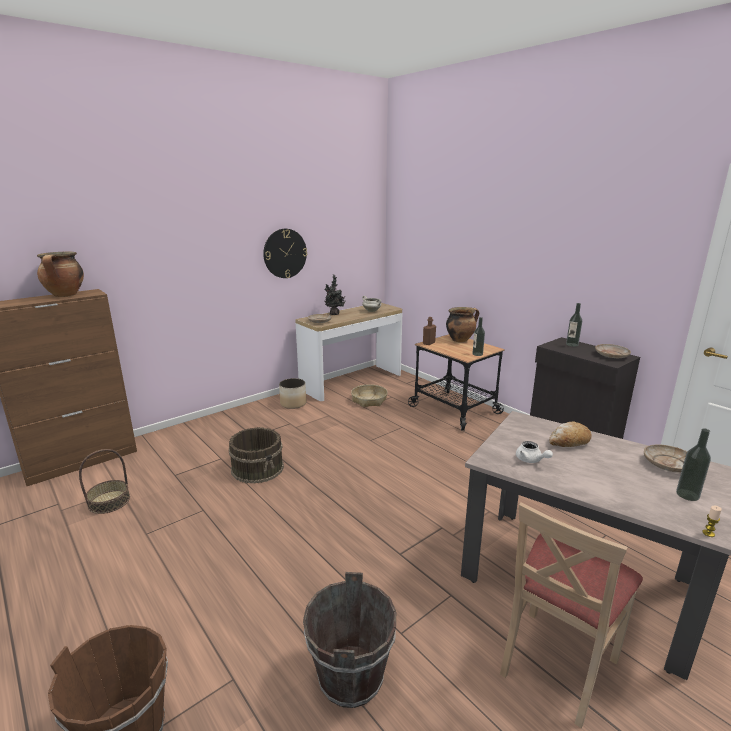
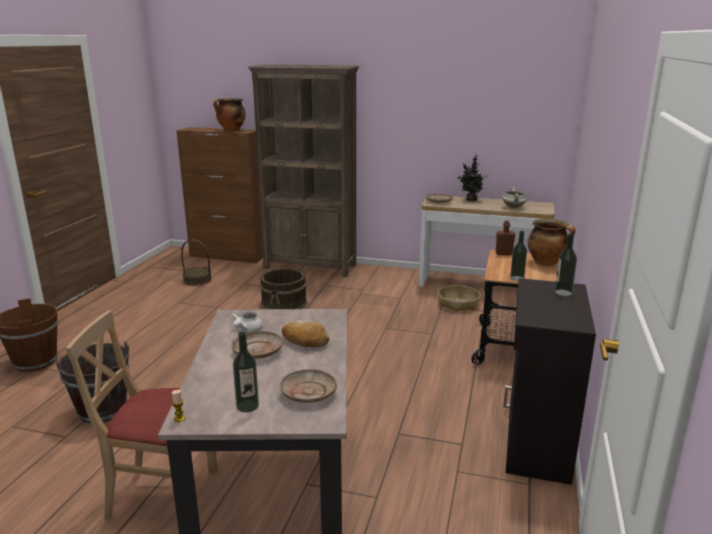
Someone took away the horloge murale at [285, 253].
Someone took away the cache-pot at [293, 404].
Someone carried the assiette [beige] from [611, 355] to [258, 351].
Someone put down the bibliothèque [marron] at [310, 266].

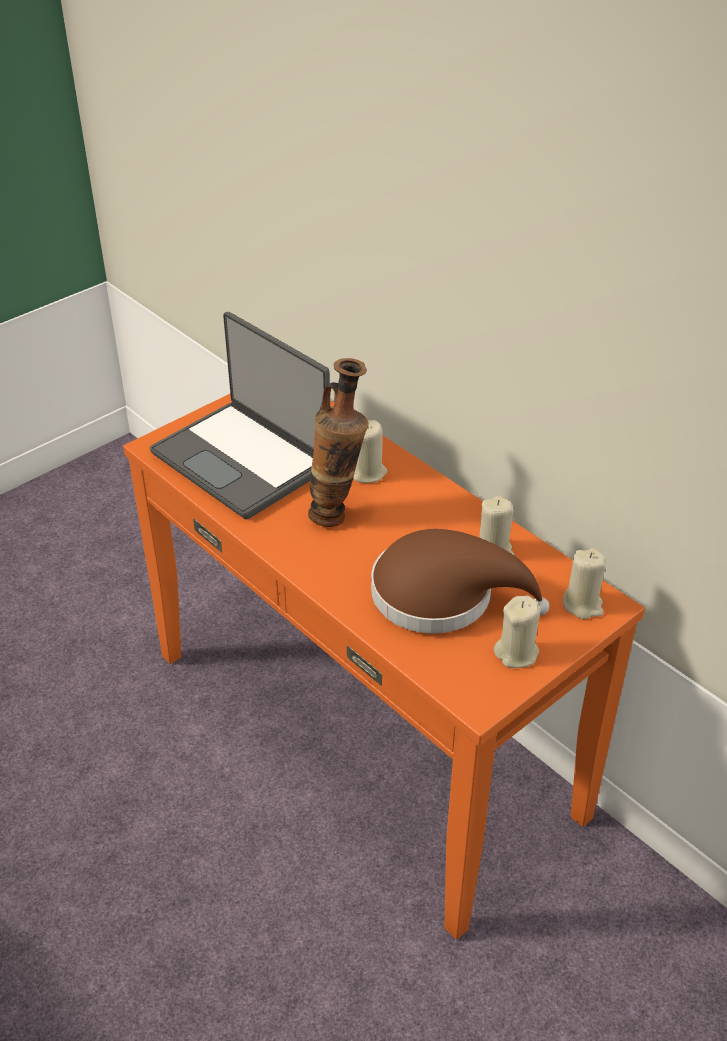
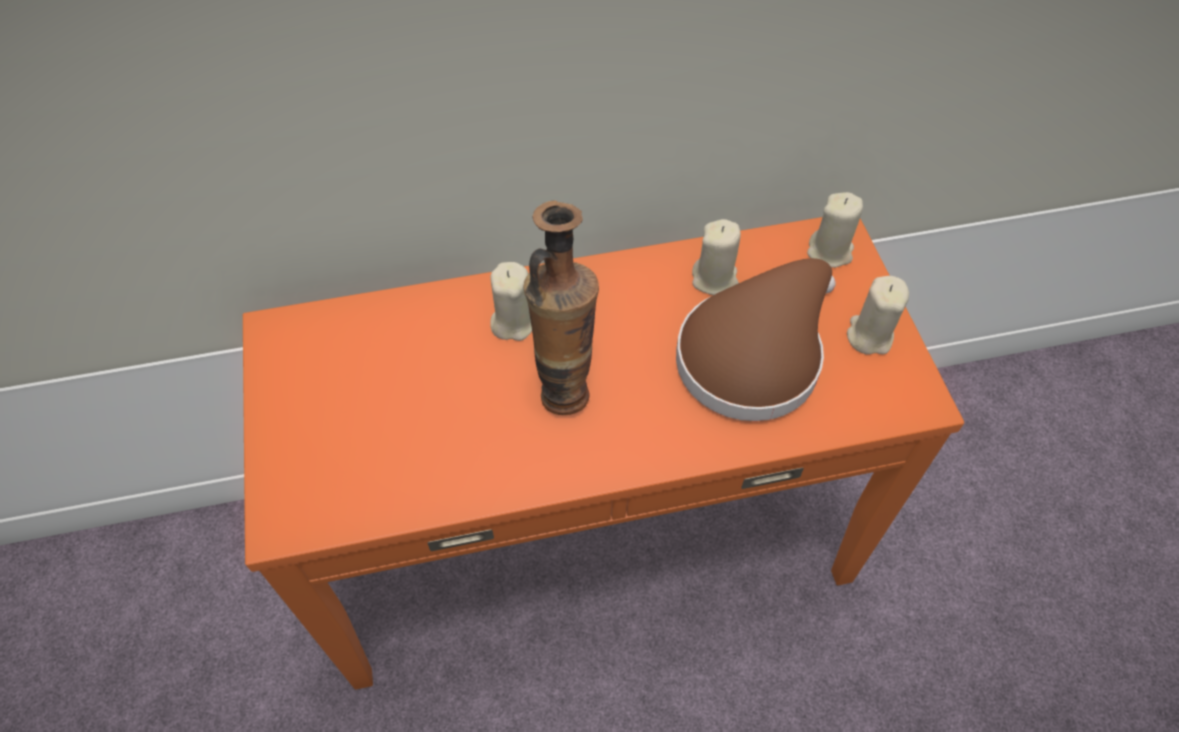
Someone took away the ordinateur portable at [243, 459].

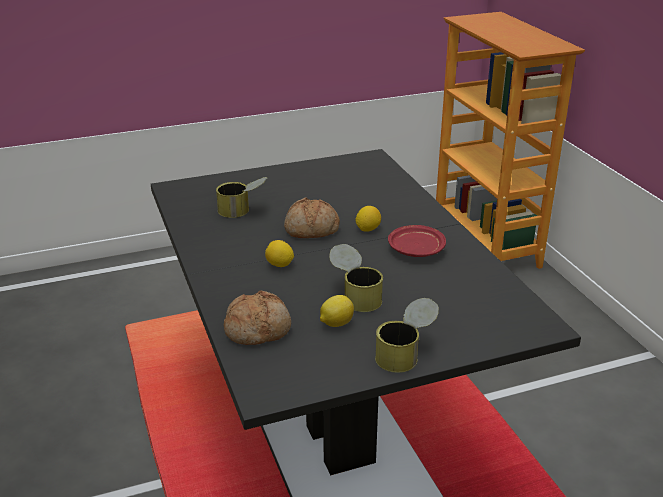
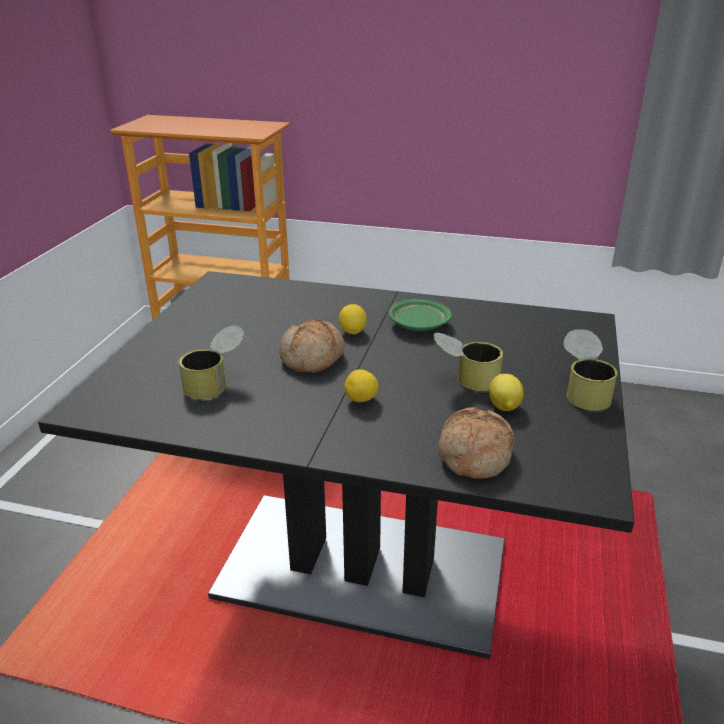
Someone repainted the assiette [rouge] at [416, 250], which became the assiette [vert] at [418, 324].

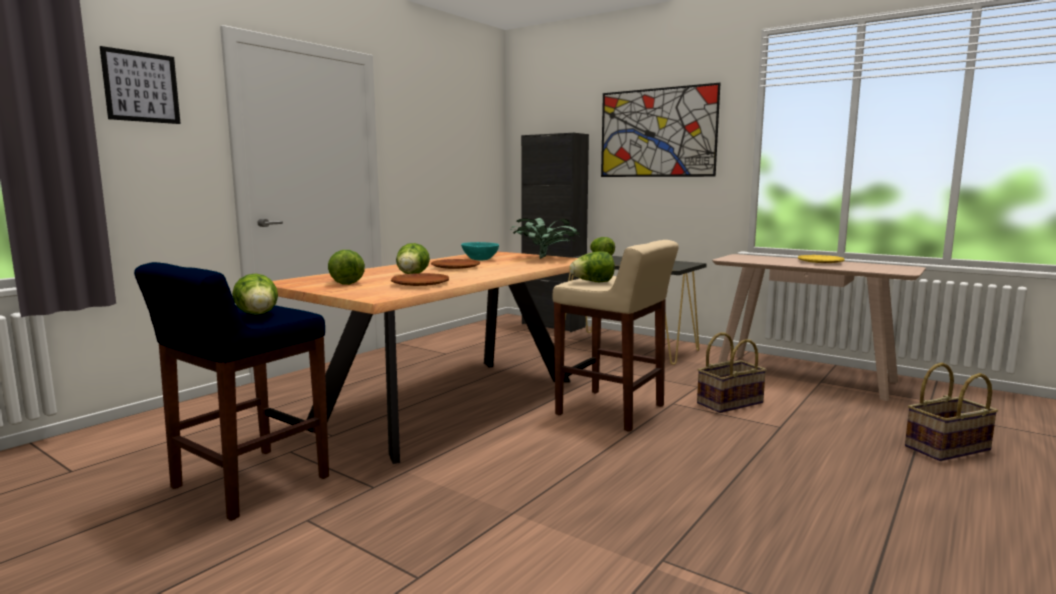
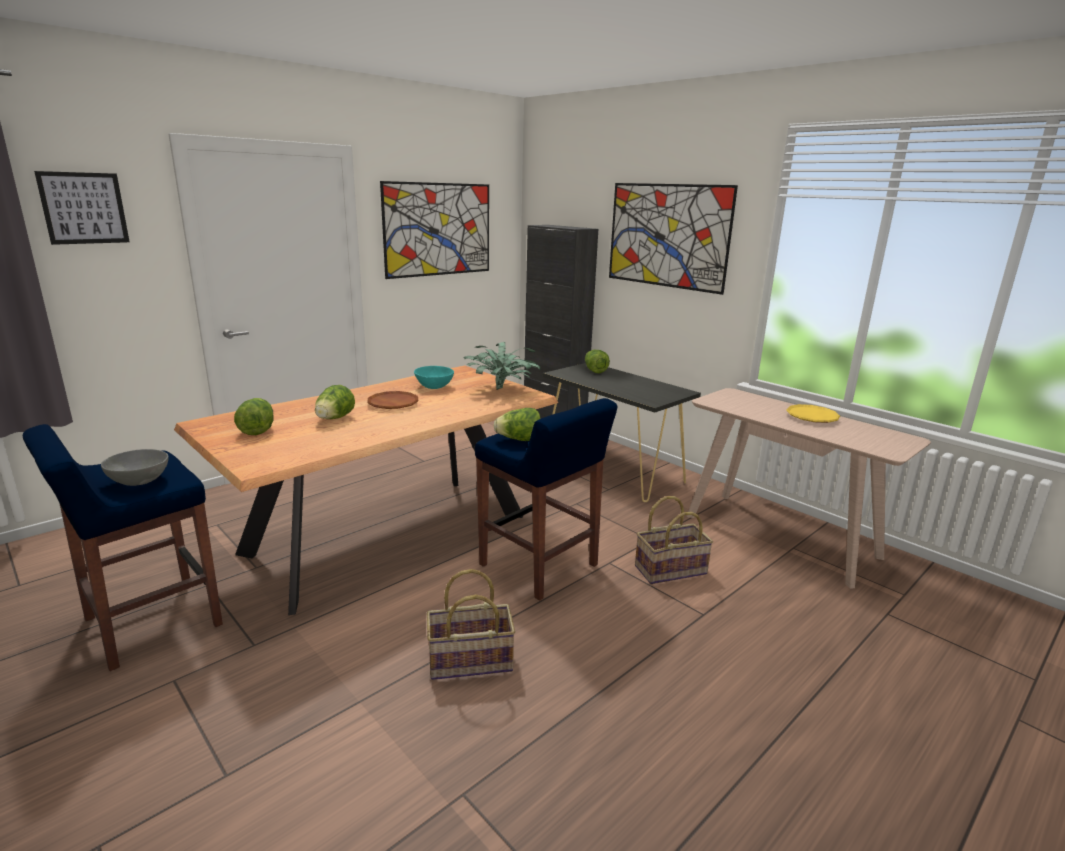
Someone swapped the laitue at [258, 315] for the bol [gris] at [139, 481].
Someone took away the assiette [marron] at [420, 284].
Someone repainted the tabouret [beige] at [612, 411], which became the tabouret [bleu] at [540, 566].
Someone carried the panier from [948, 449] to [470, 662].
Someone put up the tableau at [438, 229].

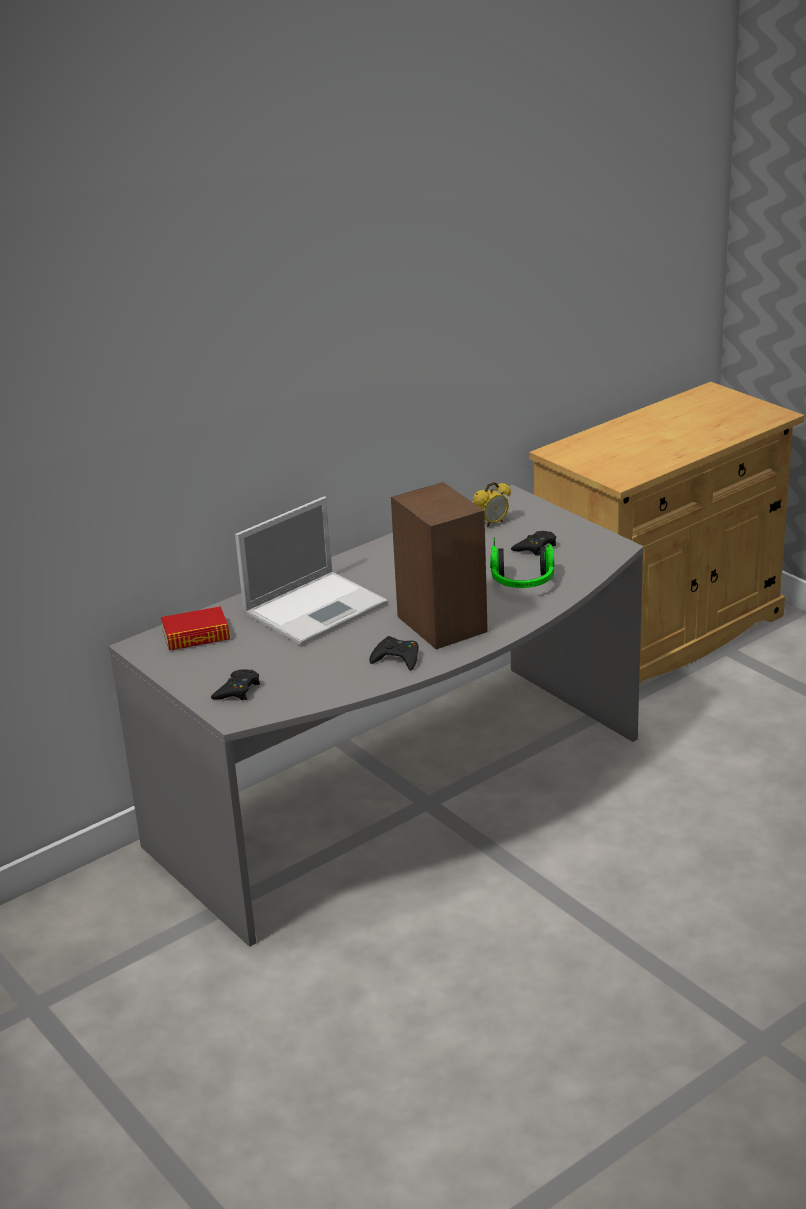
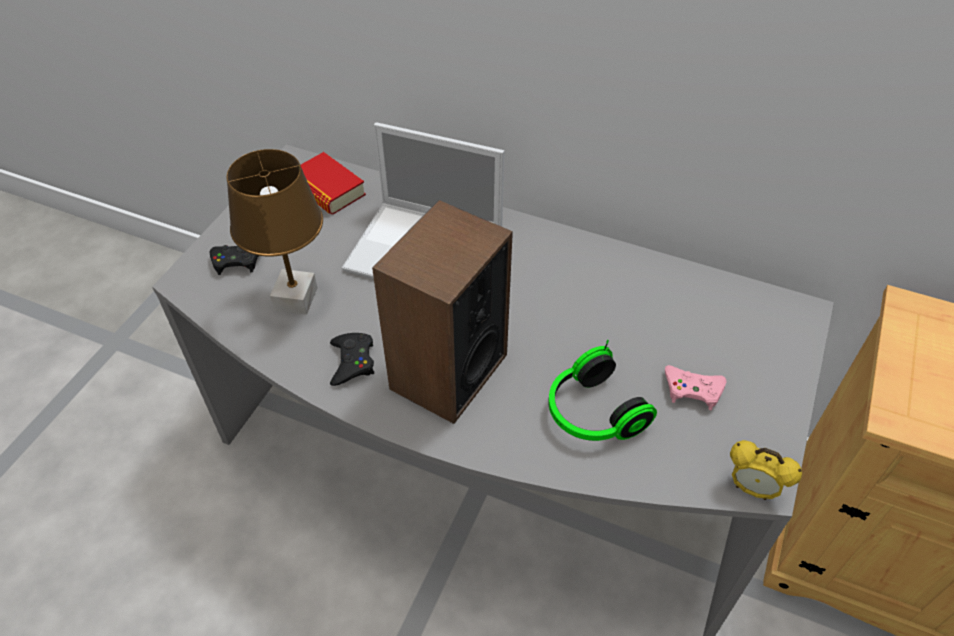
Someone carried the réveil from [492, 523] to [752, 488].
Someone repainted the manette [noir] at [535, 547], which became the manette [rose] at [692, 390].
Someone put down the lampe de table [marron] at [295, 298].

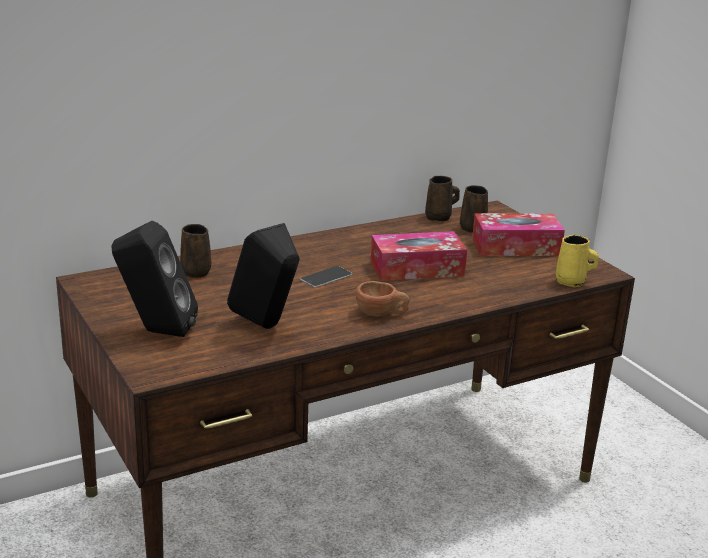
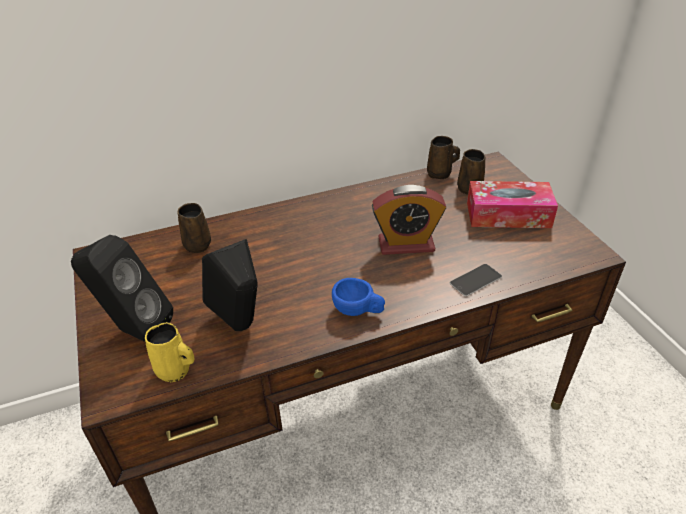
Someone carried the téléphone from [326, 277] to [475, 280].
Someone repainted the tasse [marron] at [381, 314], which became the tasse [bleu] at [358, 310].
Someone swapped the boîte à mouchoirs at [417, 269] for the réveil at [406, 244].
Someone carried the mug [jaune] from [572, 282] to [175, 371].

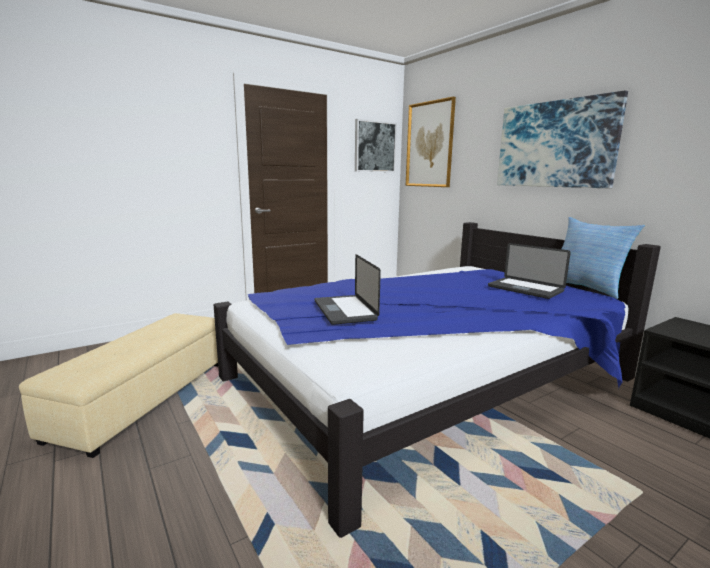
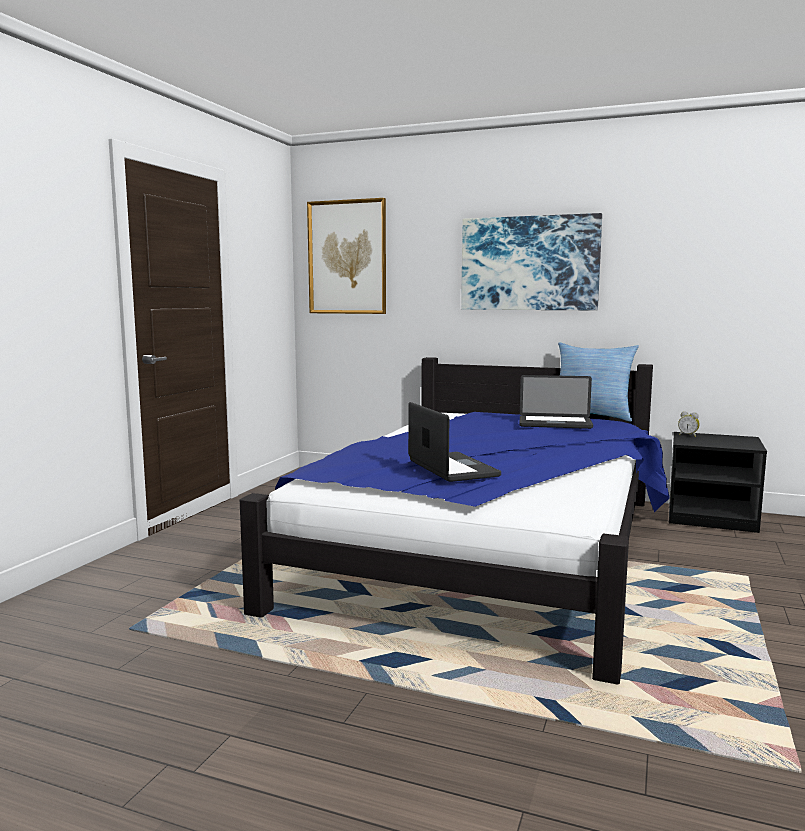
Someone took away the pouf [beige] at [146, 398].
Someone rotated the ordinateur portable at [344, 310] by 150 degrees counterclockwise.
Someone took away the tableau at [375, 146].
Someone put down the réveil at [688, 435].

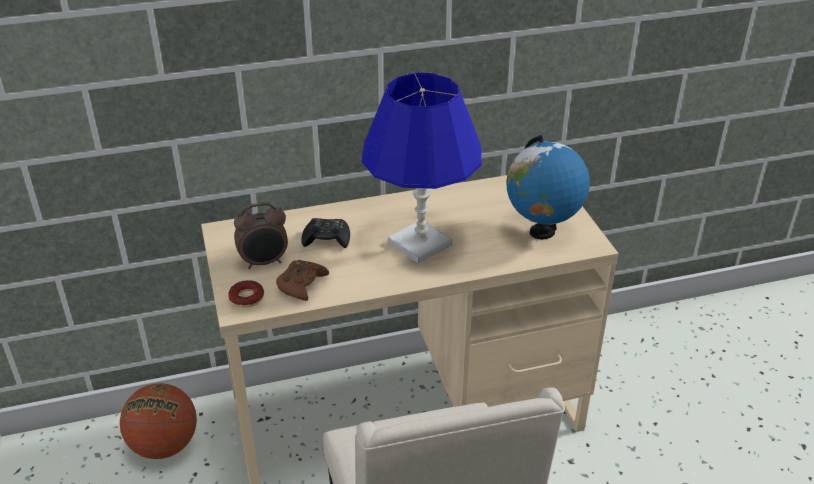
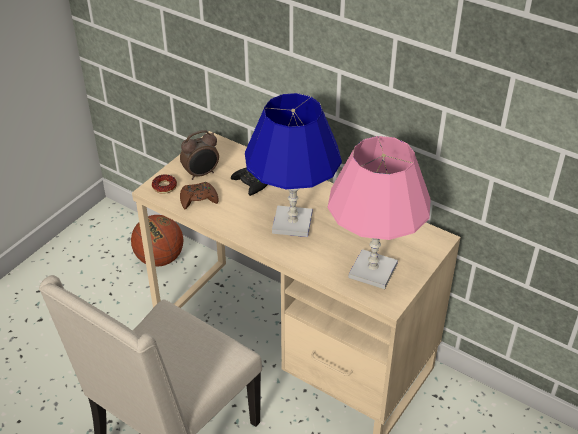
Someone rotated the réveil at [264, 262] by 60 degrees counterclockwise.
Someone swapped the globe at [541, 232] for the lampe de table [rose] at [373, 270].

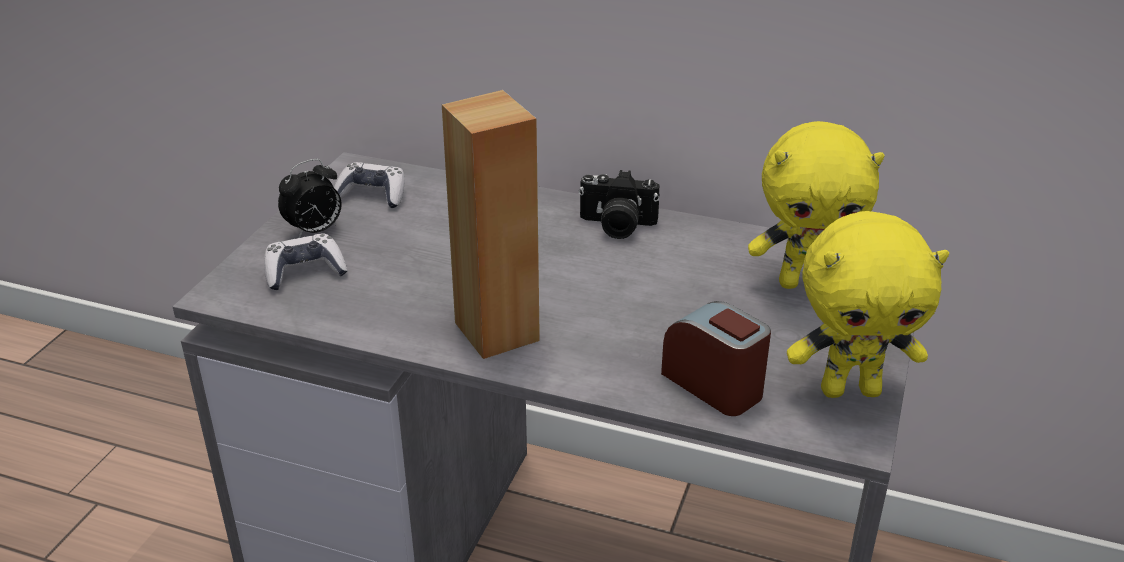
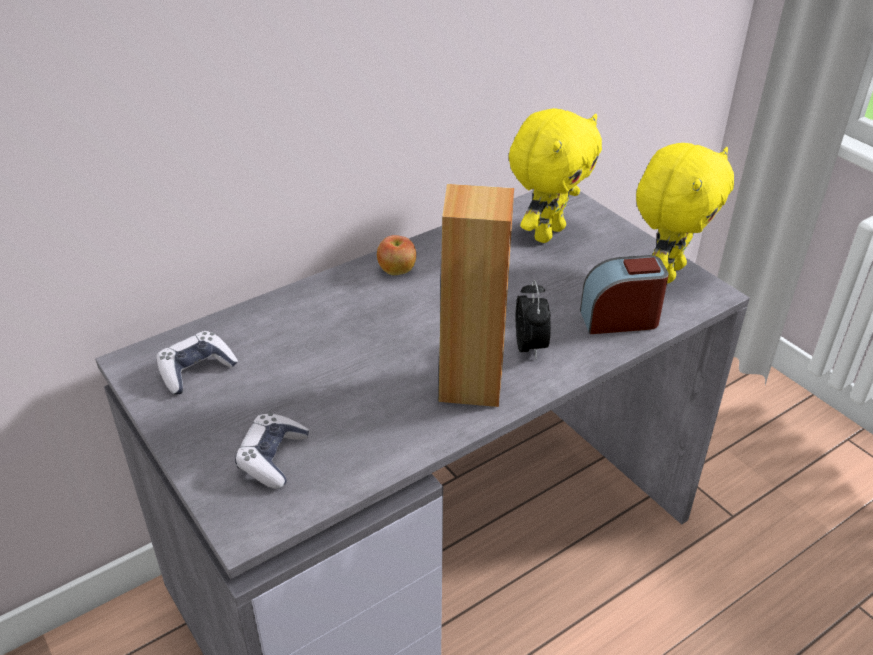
Someone carried the réveil from [315, 231] to [530, 347].
Someone swapped the appareil photo at [616, 226] for the pomme at [397, 271].

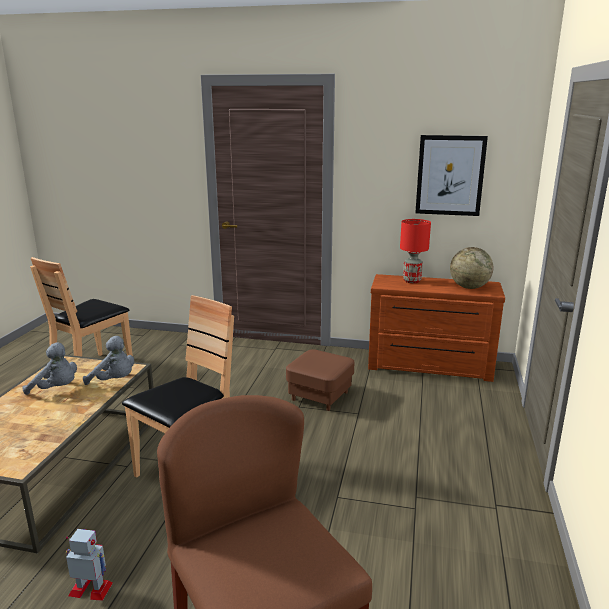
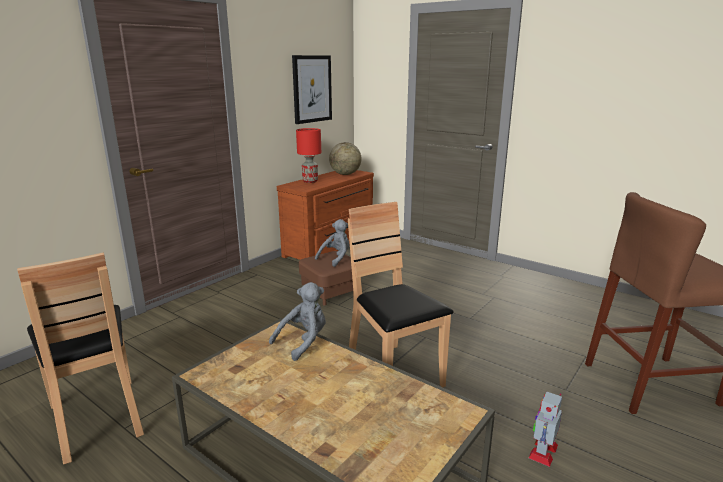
Someone carried the peluche [gris] from [56, 389] to [336, 258].

